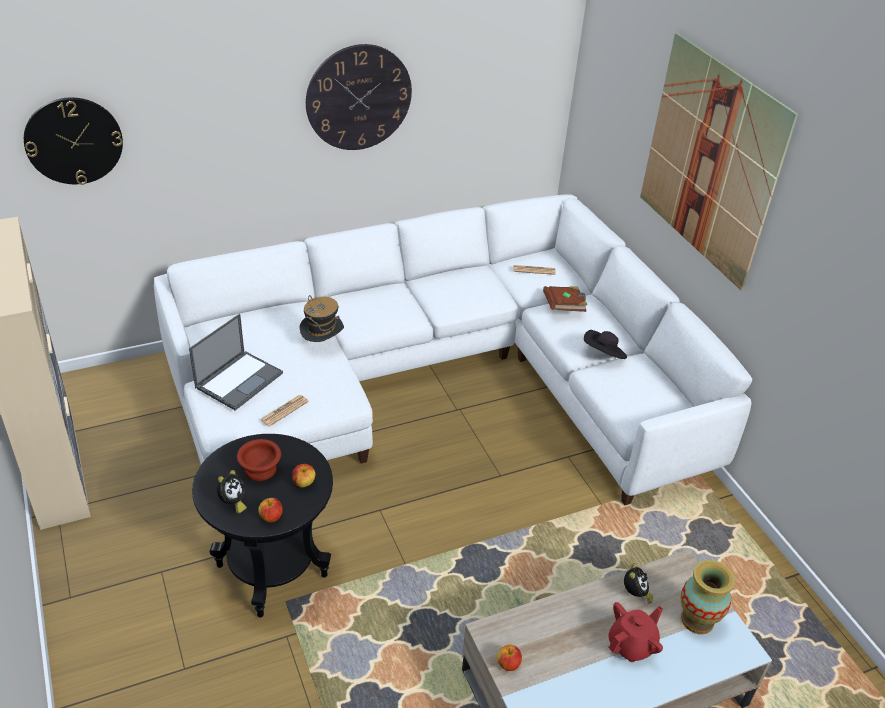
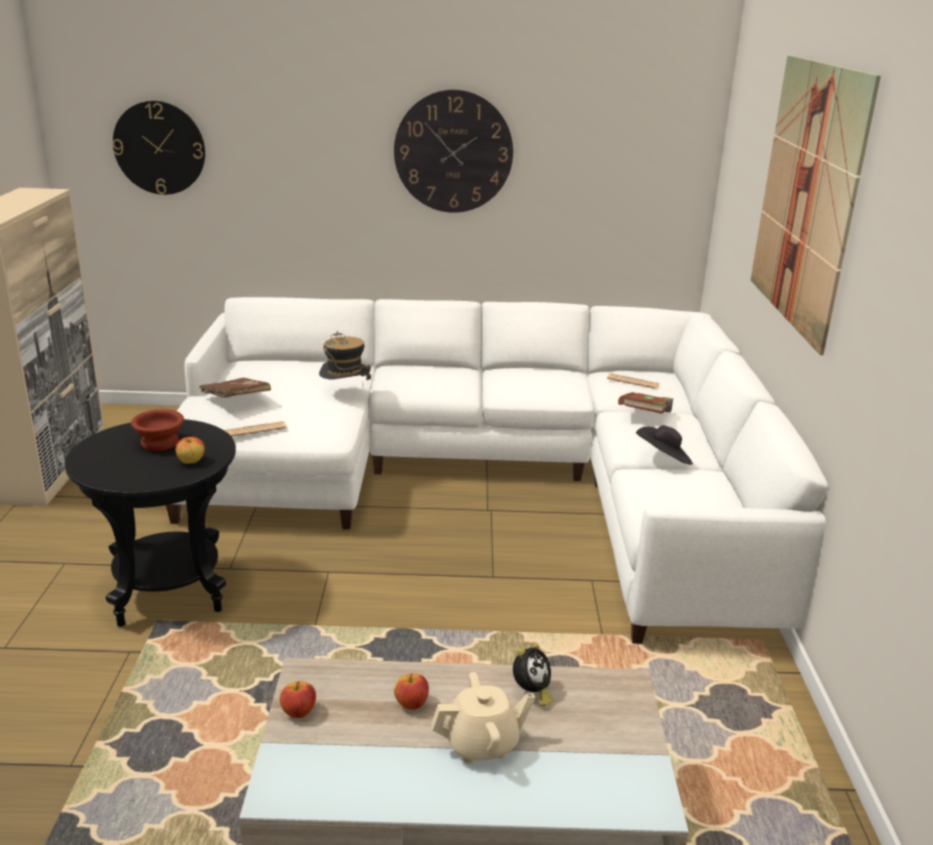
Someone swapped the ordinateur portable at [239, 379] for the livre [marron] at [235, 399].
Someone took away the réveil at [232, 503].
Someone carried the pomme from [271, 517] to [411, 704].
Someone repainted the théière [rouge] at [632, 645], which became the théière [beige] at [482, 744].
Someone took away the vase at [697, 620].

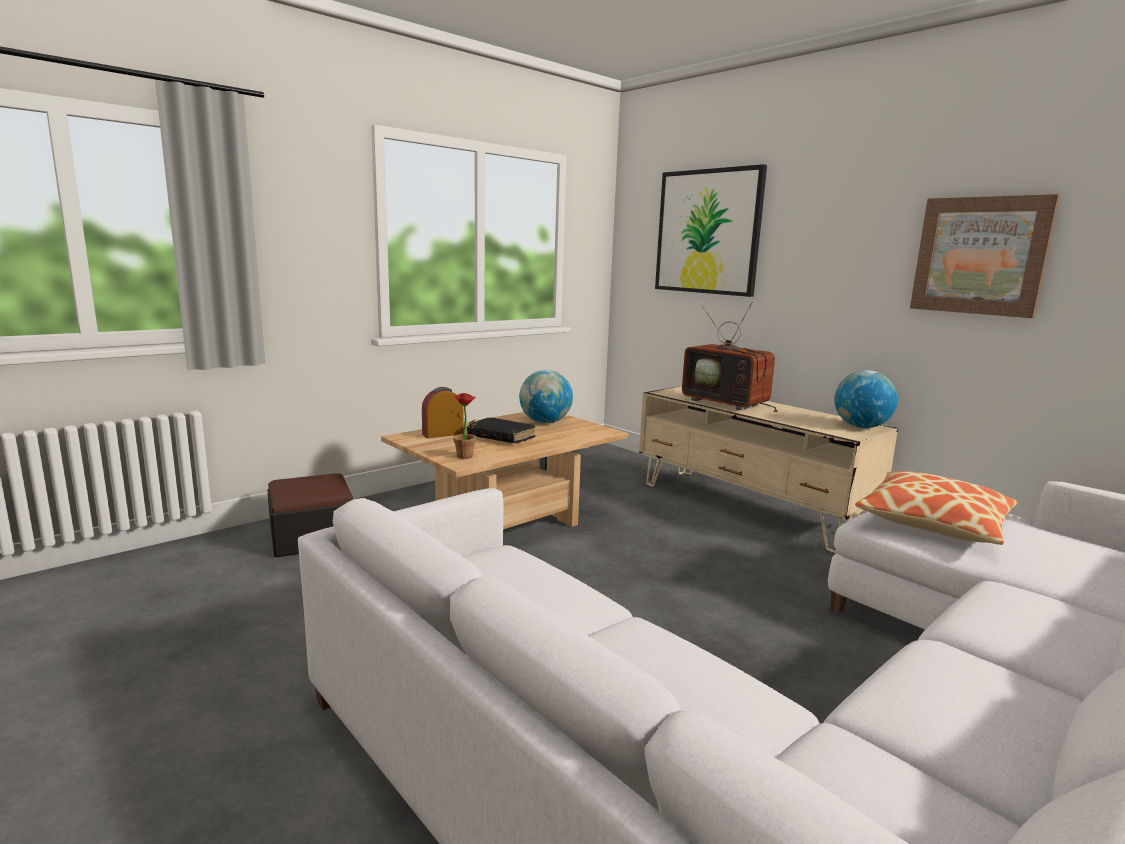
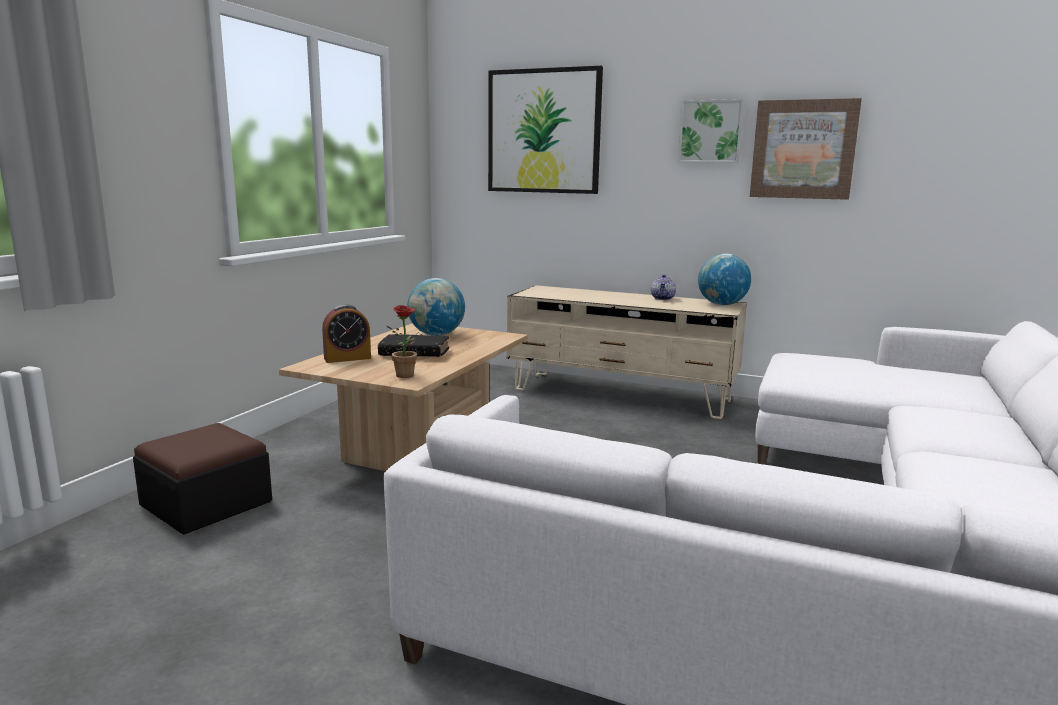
Someone rotated the réveil at [443, 434] by 150 degrees counterclockwise.
Someone took away the téléviseur at [728, 403].
Someone took away the coussin at [934, 522].
Someone put down the théière at [663, 298].
Someone put up the tableau at [711, 131].

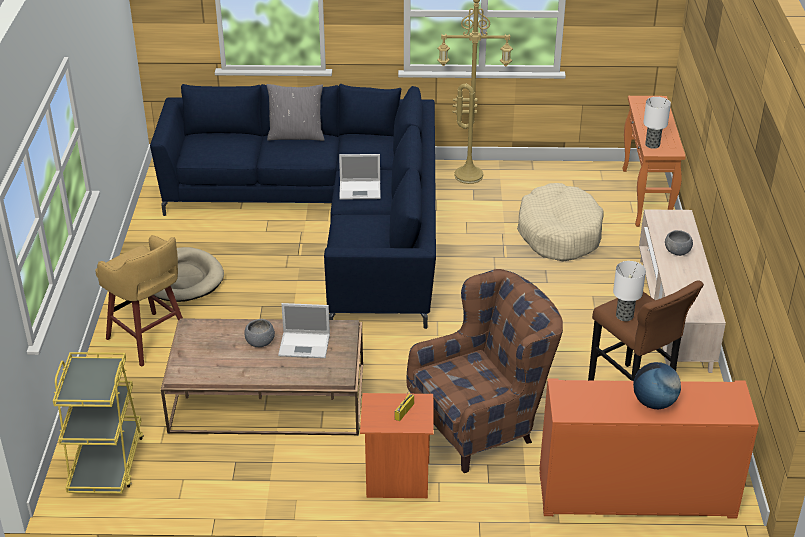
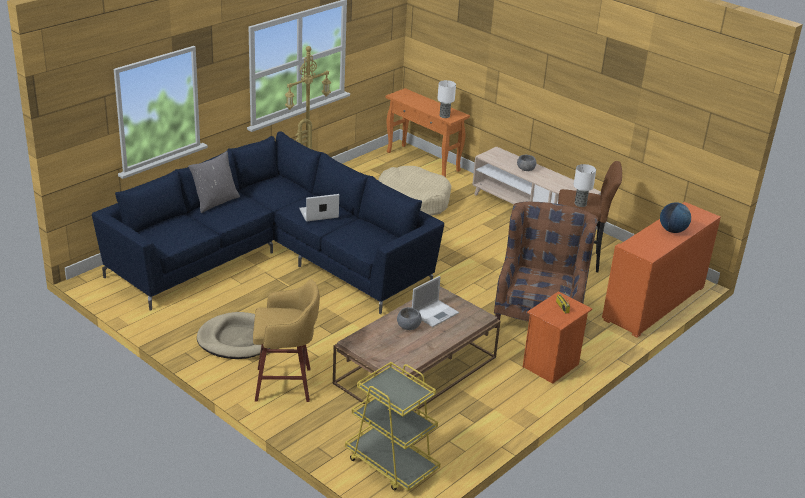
Someone rotated the ordinateur portable at [361, 190] by 150 degrees counterclockwise.

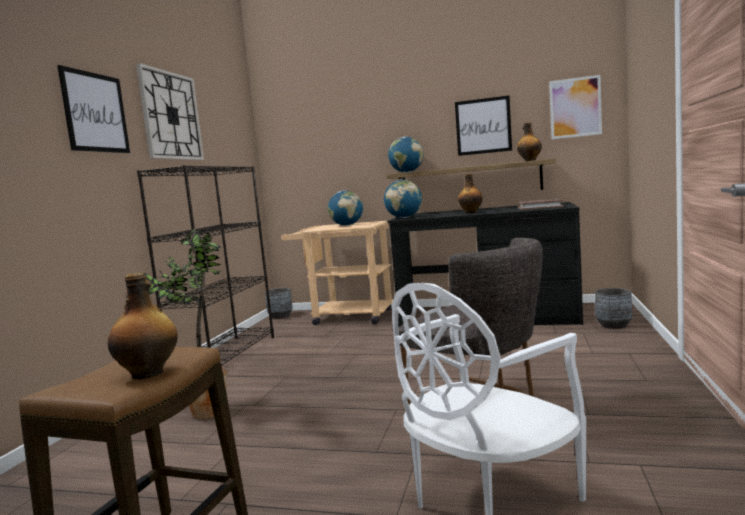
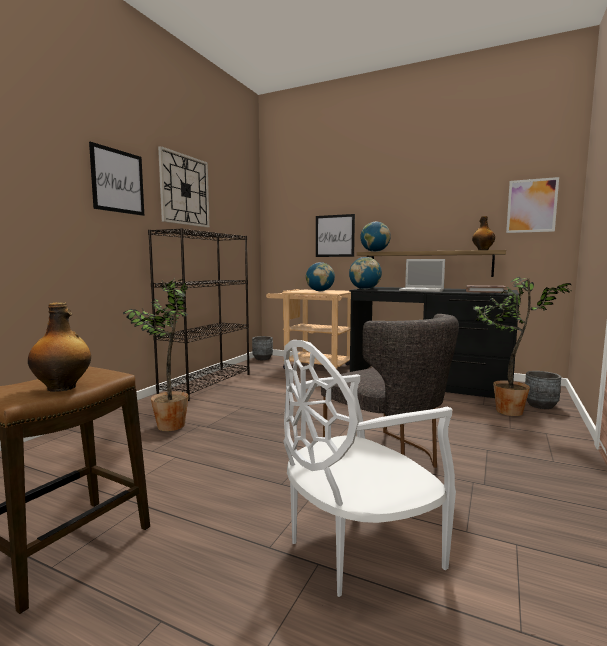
Someone carried the tableau from [483, 126] to [335, 236].
Someone swapped the bouteille at [471, 212] for the ordinateur portable at [422, 290].
Someone put down the plante en pot at [504, 411].

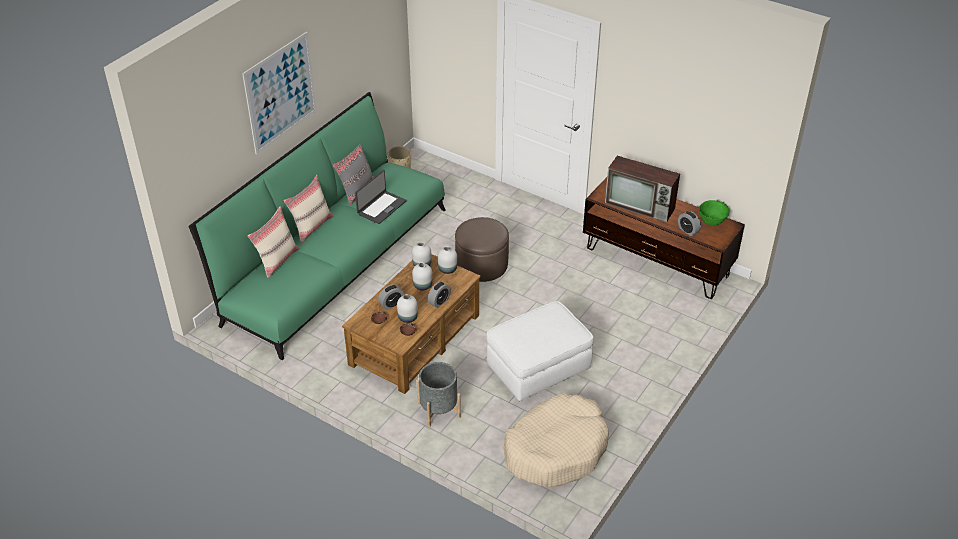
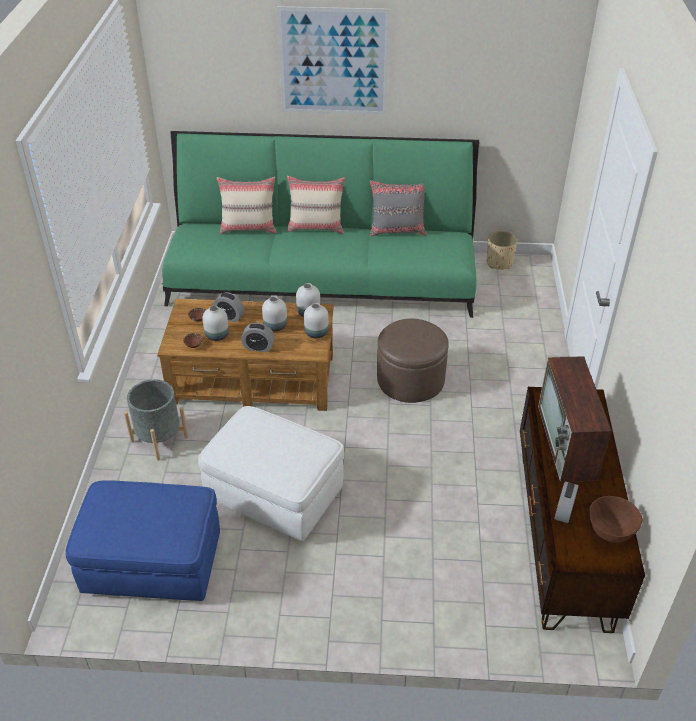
Someone took away the ordinateur portable at [381, 207].
Someone swapped the panier pour chien [beige] at [556, 449] for the pouf [bleu] at [152, 564].
Someone repainted the bol [vert] at [711, 222], which became the bol [marron] at [609, 532].

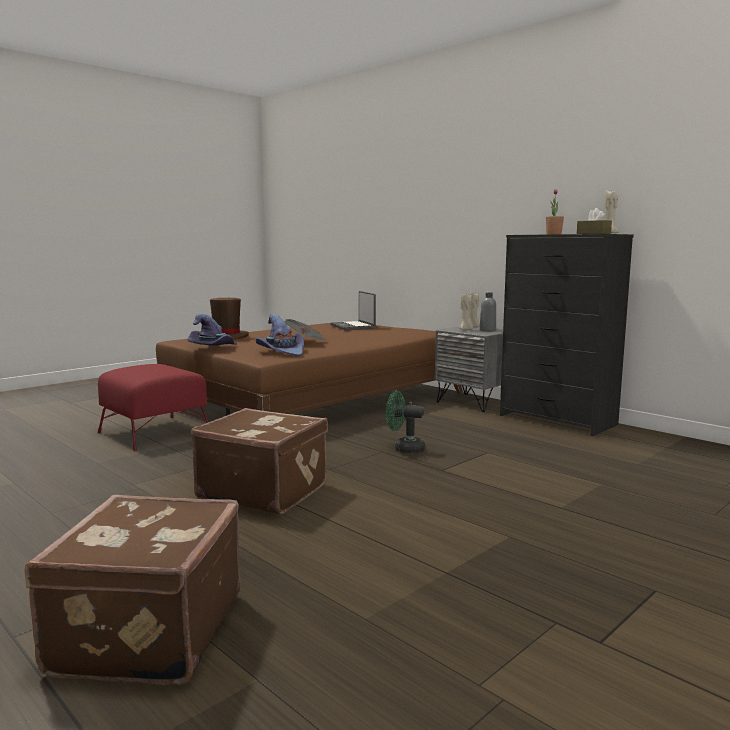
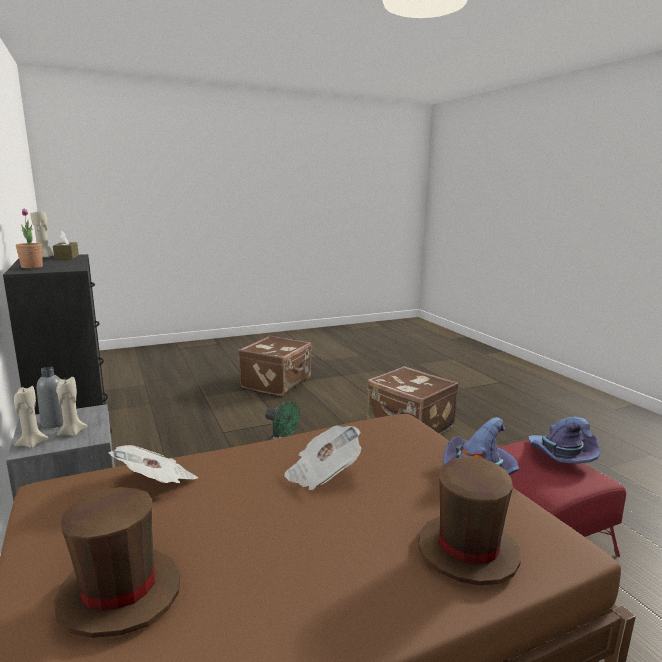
Someone carried the valise [marron] from [145, 632] to [277, 383].
Someone carried the chapeau [violet] from [282, 352] to [559, 457].
Someone swapped the ordinateur portable at [353, 327] for the chapeau [marron] at [120, 593].
Someone put down the journal at [157, 483].

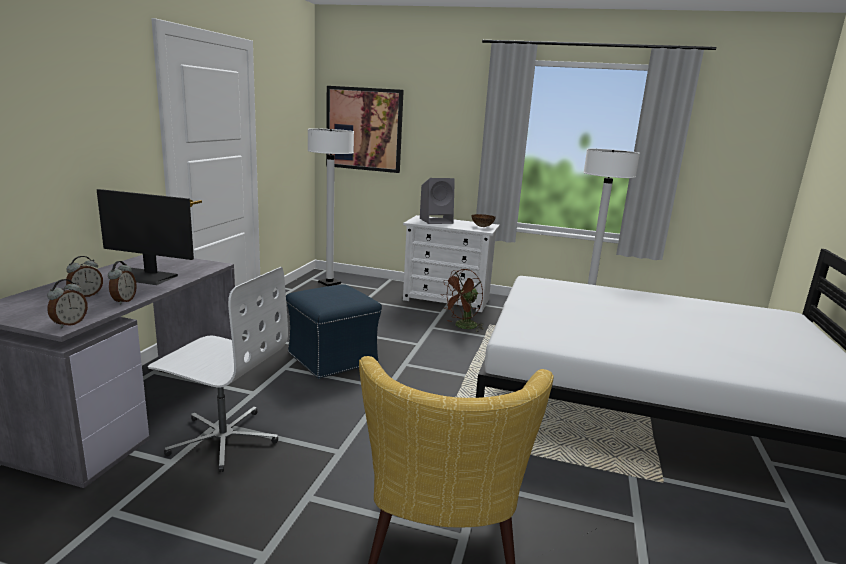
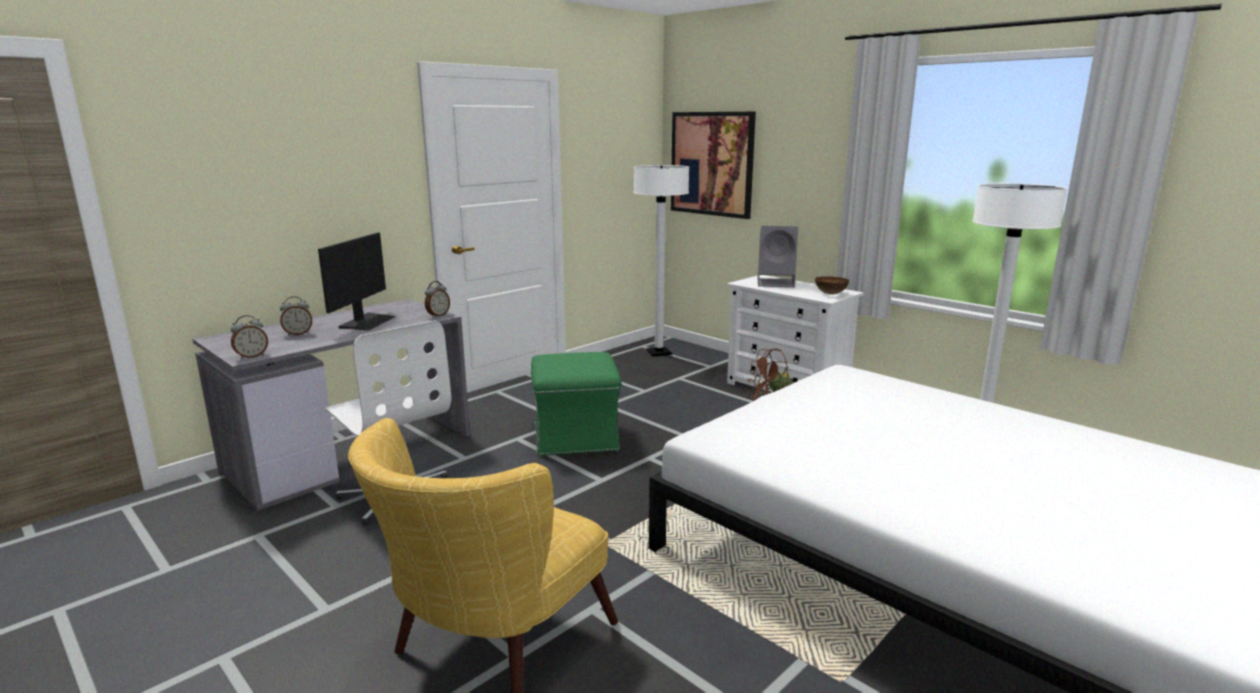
Someone rotated the écran d'ordinateur at [145, 276] by 120 degrees counterclockwise.
Someone carried the réveil from [123, 301] to [437, 315].
Someone repainted the pouf [bleu] at [333, 358], which became the pouf [vert] at [576, 437].

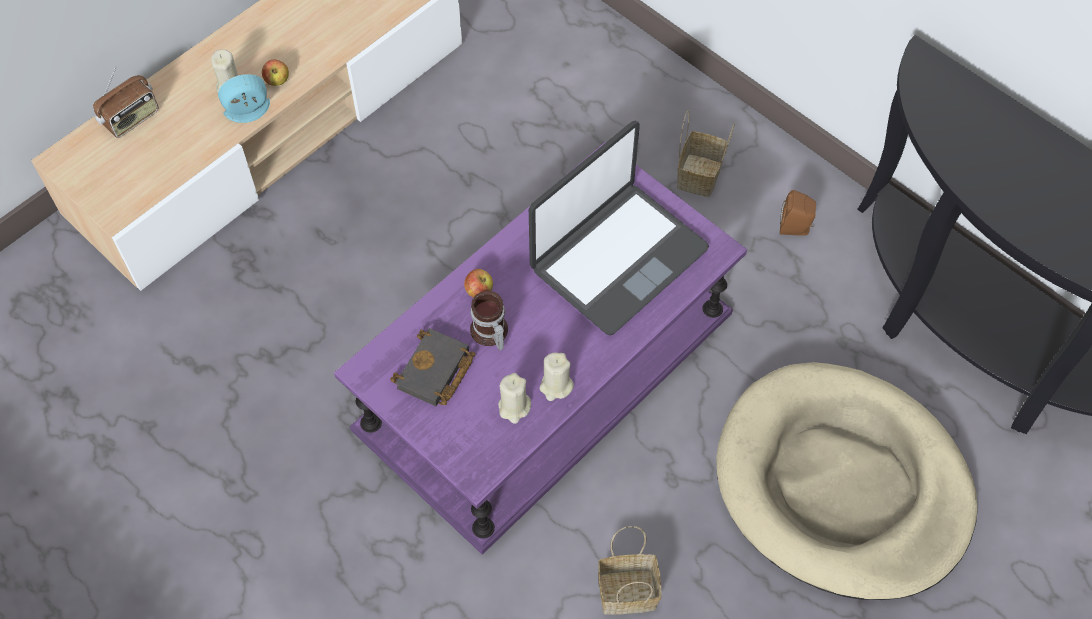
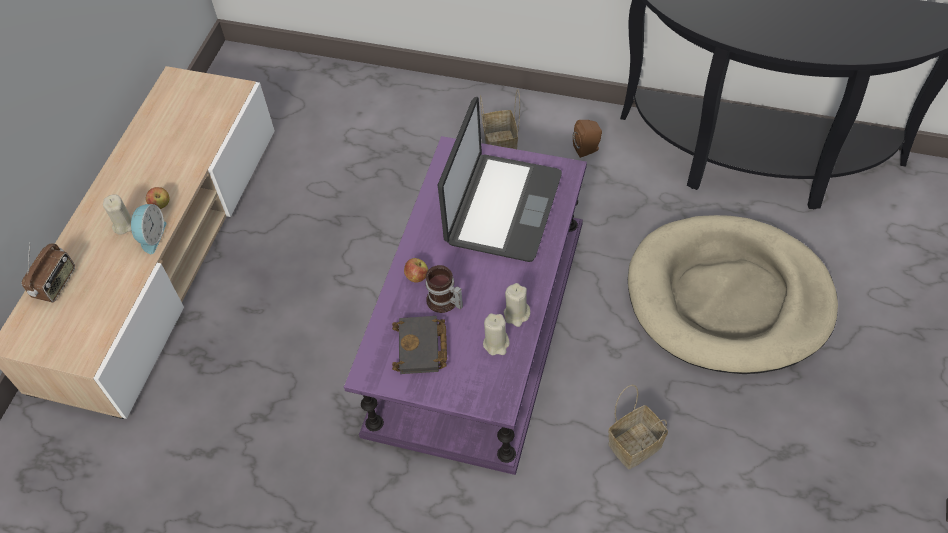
Someone rotated the réveil at [248, 112] by 150 degrees clockwise.

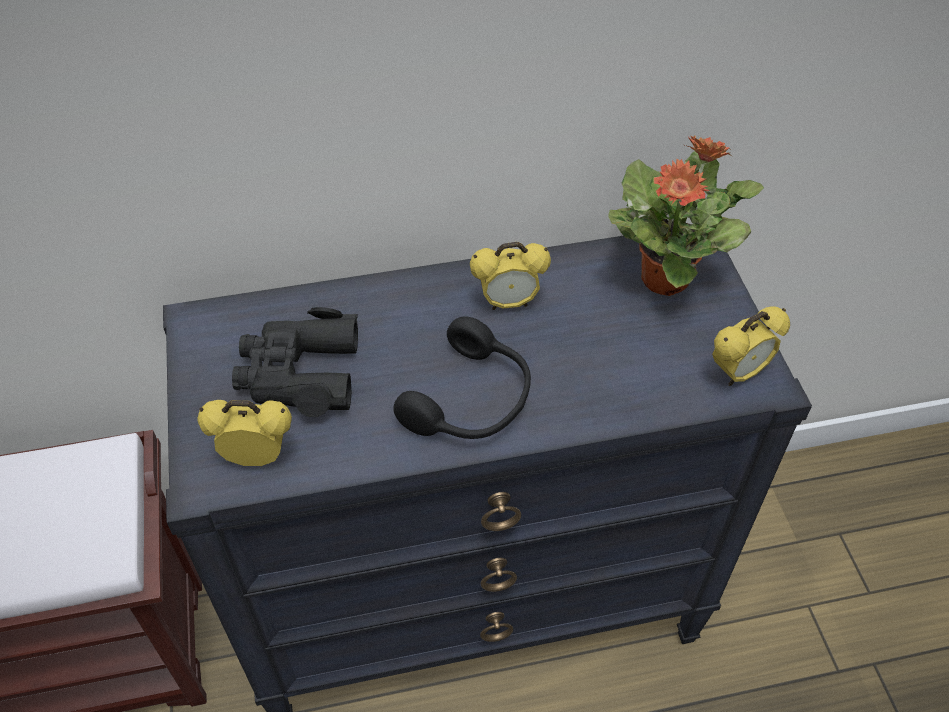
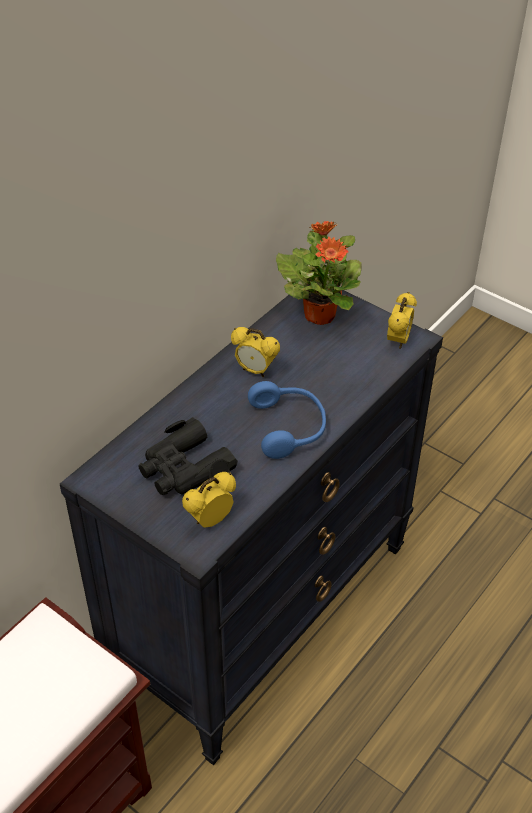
Someone repainted the casque audio [noir] at [472, 401], which became the casque audio [bleu] at [289, 427].
Someone rotated the réveil at [508, 303] by 75 degrees clockwise.

